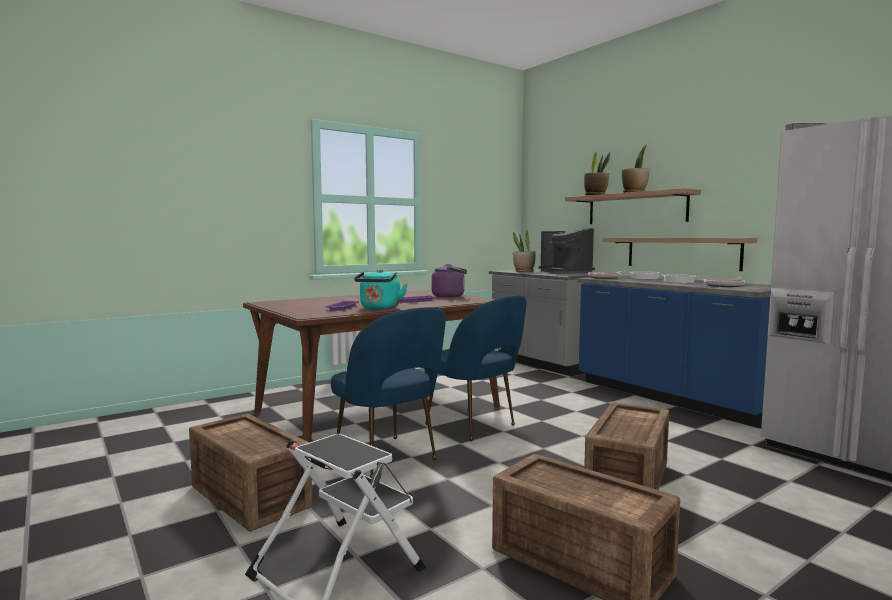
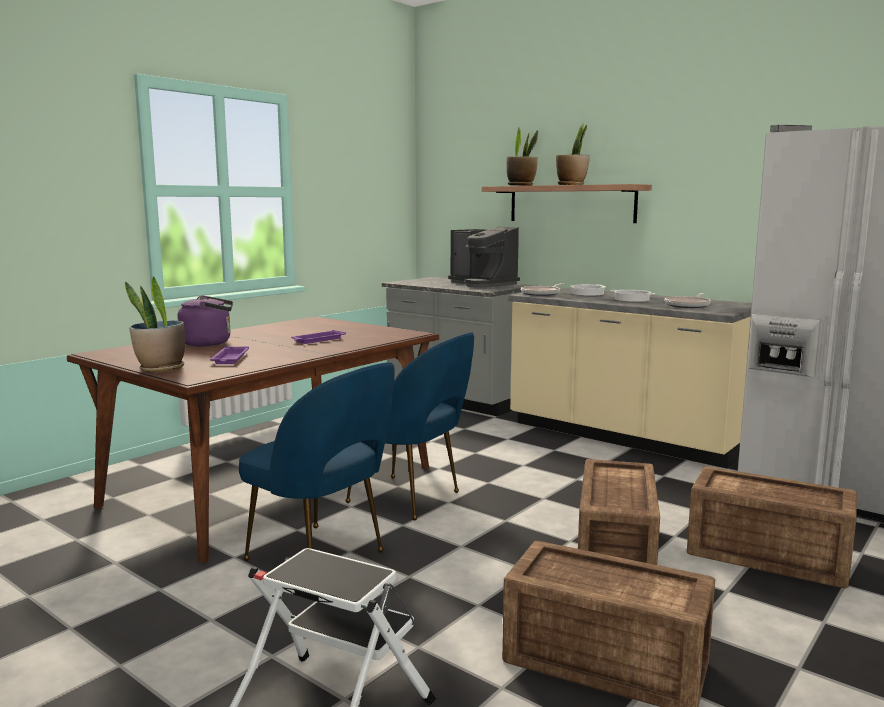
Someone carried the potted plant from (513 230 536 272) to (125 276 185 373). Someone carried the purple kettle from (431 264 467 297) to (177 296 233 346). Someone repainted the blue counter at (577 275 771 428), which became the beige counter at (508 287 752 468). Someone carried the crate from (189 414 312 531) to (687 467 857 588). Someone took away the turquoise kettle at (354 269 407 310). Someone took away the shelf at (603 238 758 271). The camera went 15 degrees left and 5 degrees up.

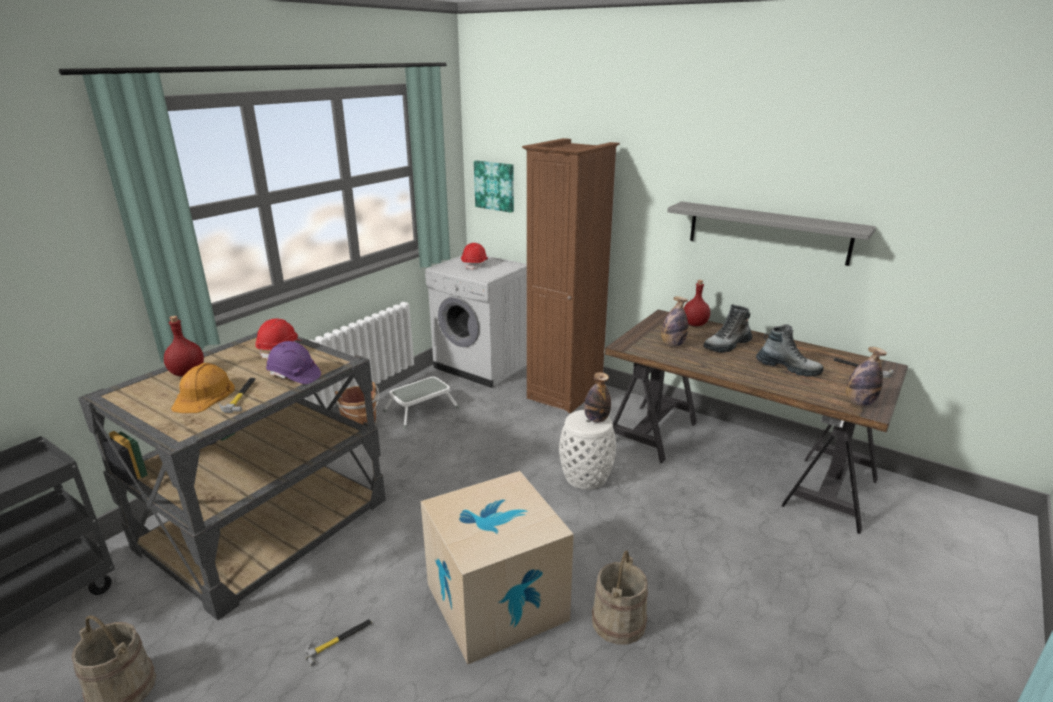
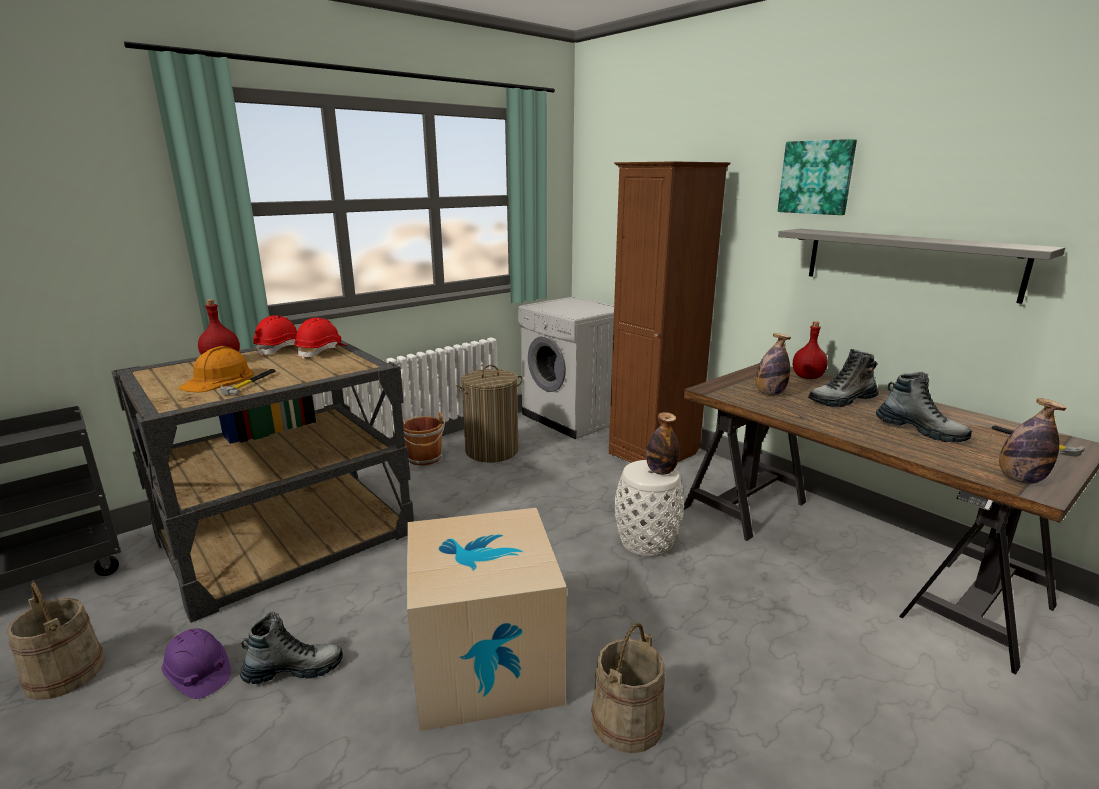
Someone carried the purple hard hat from (266 341 321 384) to (161 628 231 699). Someone swapped the hammer at (304 619 372 666) for the boot at (240 612 343 684). Someone carried the red hard hat from (461 243 488 270) to (253 315 297 356). Someone swapped the grey step ladder at (383 377 460 429) for the laundry basket at (456 365 523 462). Someone carried the picture from (474 160 514 213) to (778 139 857 215). The camera went 15 degrees right and 5 degrees down.

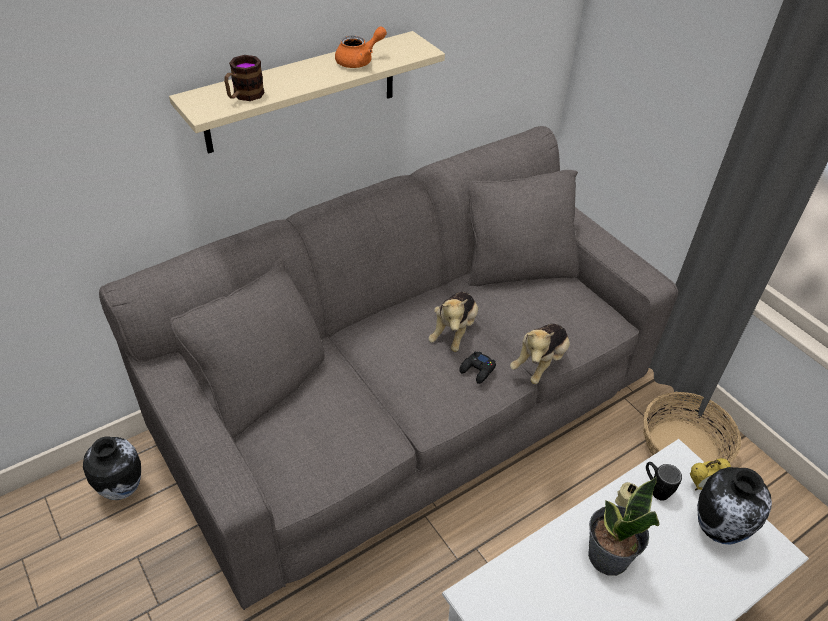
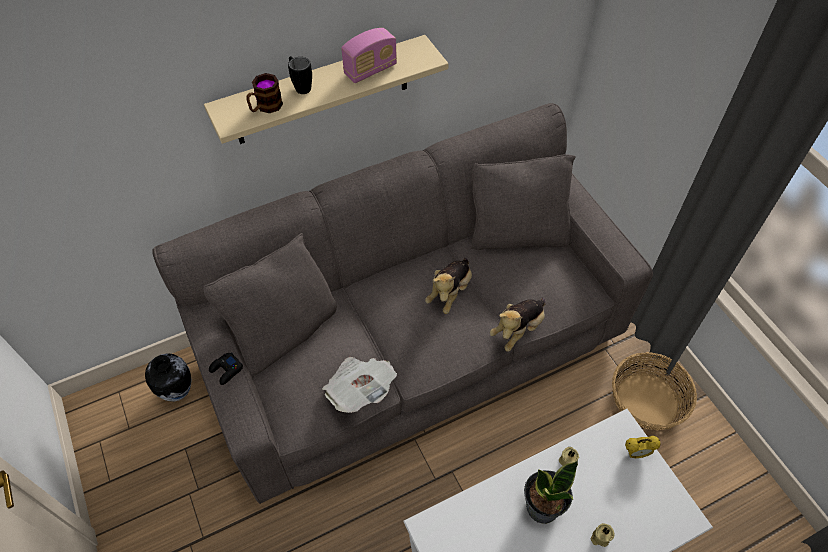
Someone carried the black game controller from (459 351 496 384) to (209 352 243 385). Someone carried the black mug from (646 462 682 501) to (288 56 312 94). Someone put down the newspaper at (322 357 397 413). Someone swapped the orange teapot at (335 26 387 68) for the radio at (341 28 397 83). Someone put down the beige candle at (591 523 614 547). Someone took away the vase at (697 467 772 544). The camera went 10 degrees right and 10 degrees up.

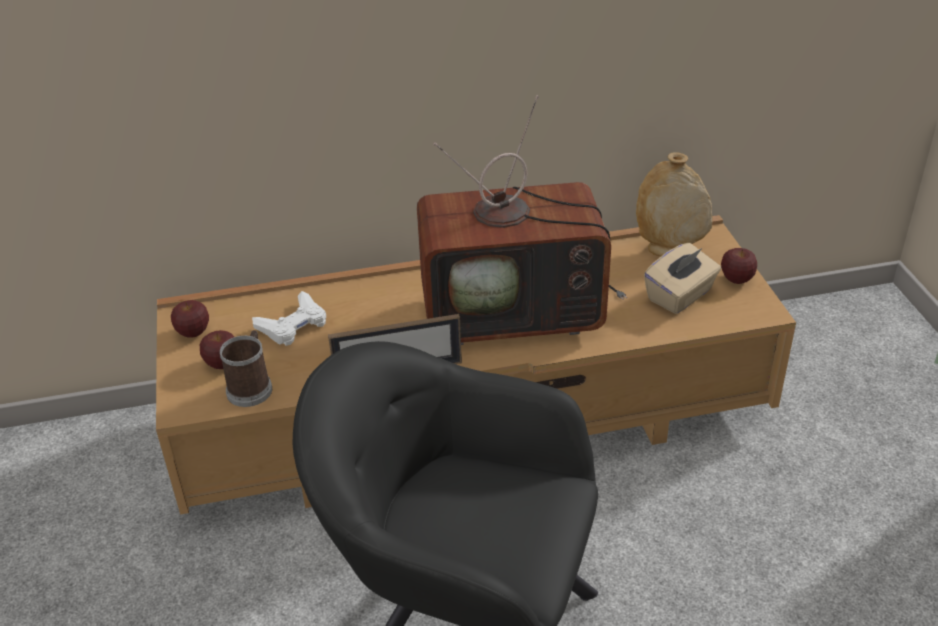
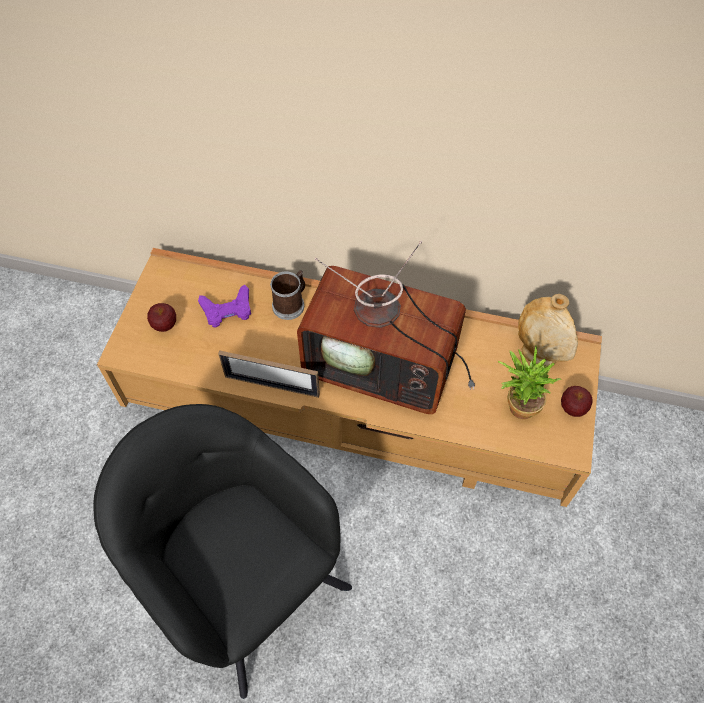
Someone repainted the white game controller at (252 291 326 346), which became the purple game controller at (198 284 251 328). Someone carried the mug from (220 330 272 407) to (270 270 305 320). Someone swapped the beige tissue box at (644 243 721 314) for the potted plant at (498 346 561 419). Someone took away the apple at (171 300 209 338). The camera went 25 degrees right and 20 degrees up.

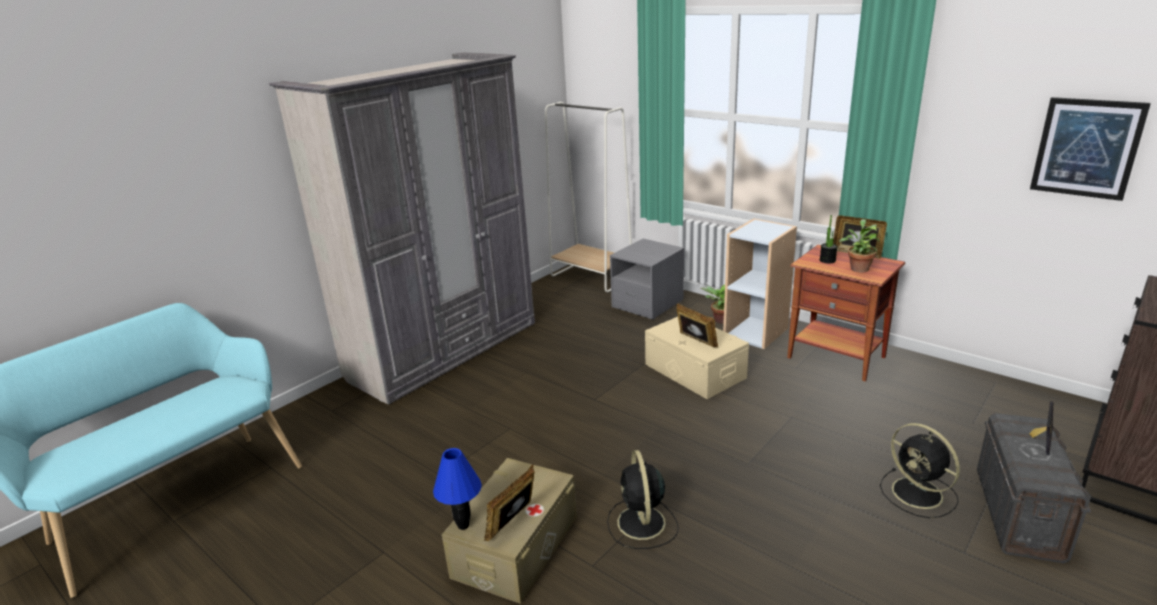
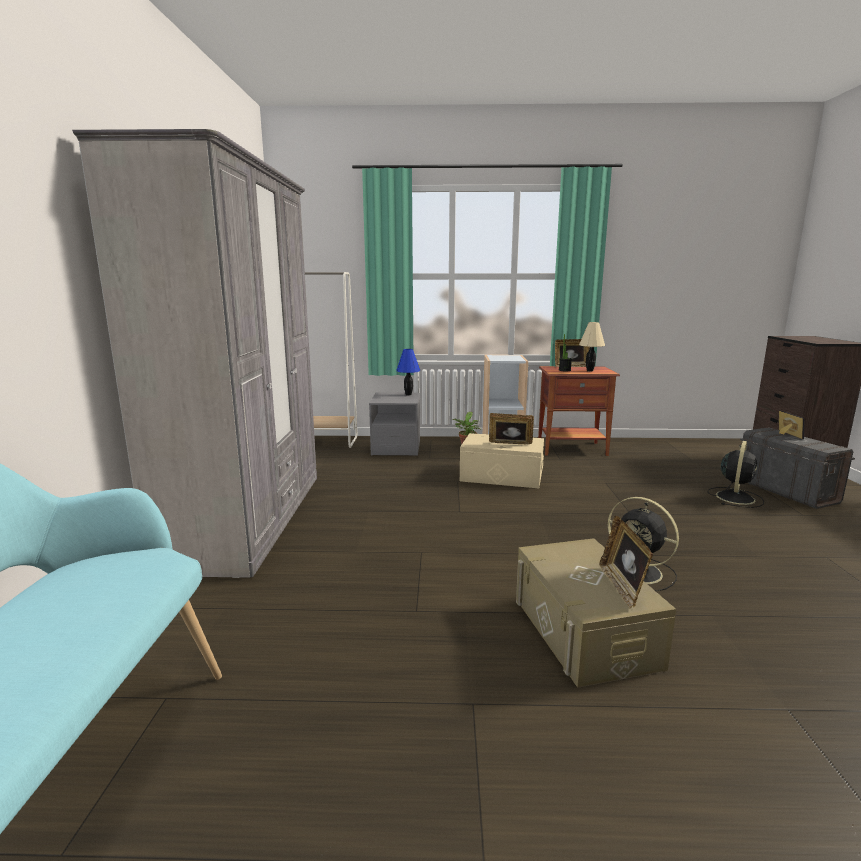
Someone carried the blue table lamp from (433 448 482 530) to (396 349 420 396). Someone swapped the potted plant at (839 219 880 272) for the beige table lamp at (579 322 605 371). Someone rotated the black fan at (880 423 960 518) by 75 degrees counterclockwise. Someone took away the picture at (1030 97 1151 201). The camera went 40 degrees left and 10 degrees down.

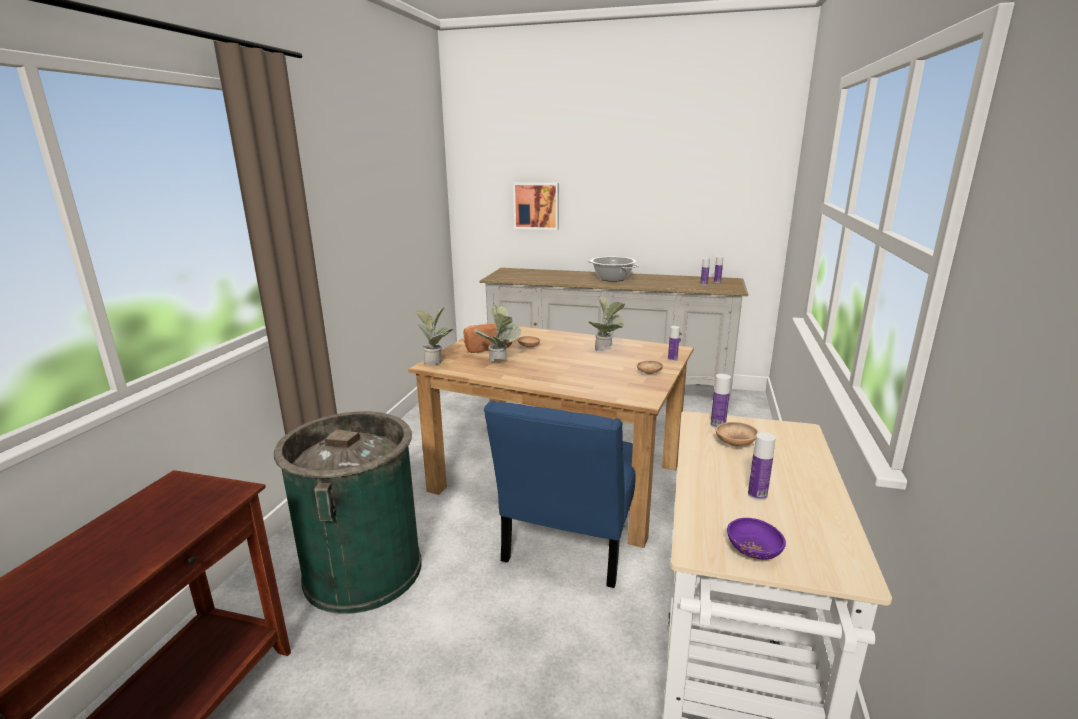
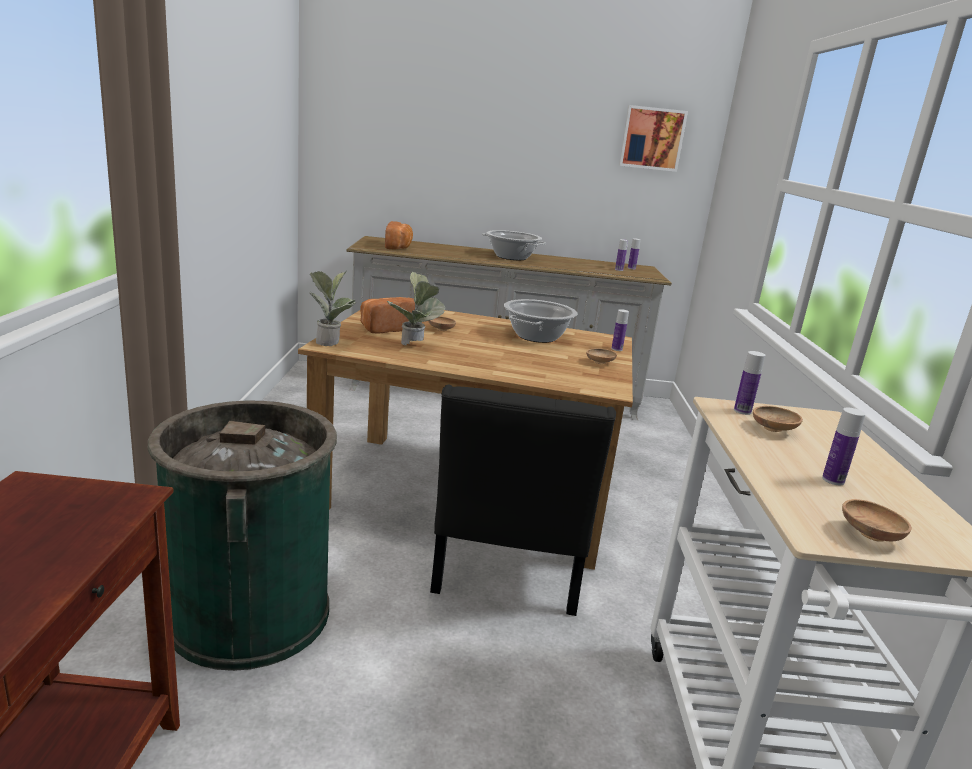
Someone put down the bread at (385 221 413 249). Someone repainted the blue chair at (484 400 636 588), which became the black chair at (430 385 616 616). Someone swapped the potted plant at (588 296 625 351) for the cooking pot at (504 299 578 343). Someone carried the picture from (513 183 559 230) to (619 105 688 172). Someone repainted the purple bowl at (727 518 786 560), which became the brown bowl at (842 499 912 542). The camera went 15 degrees left and 0 degrees up.

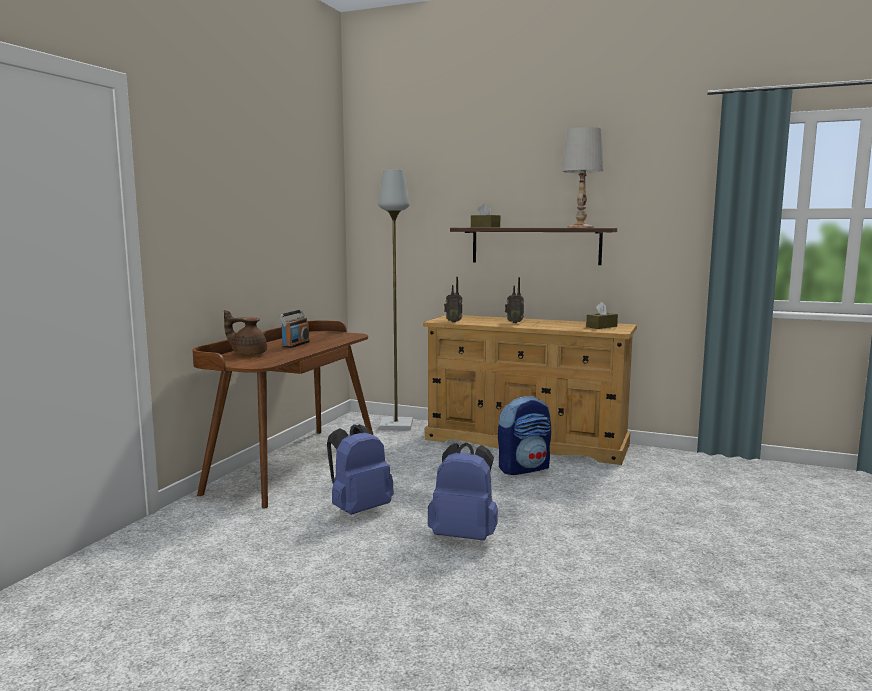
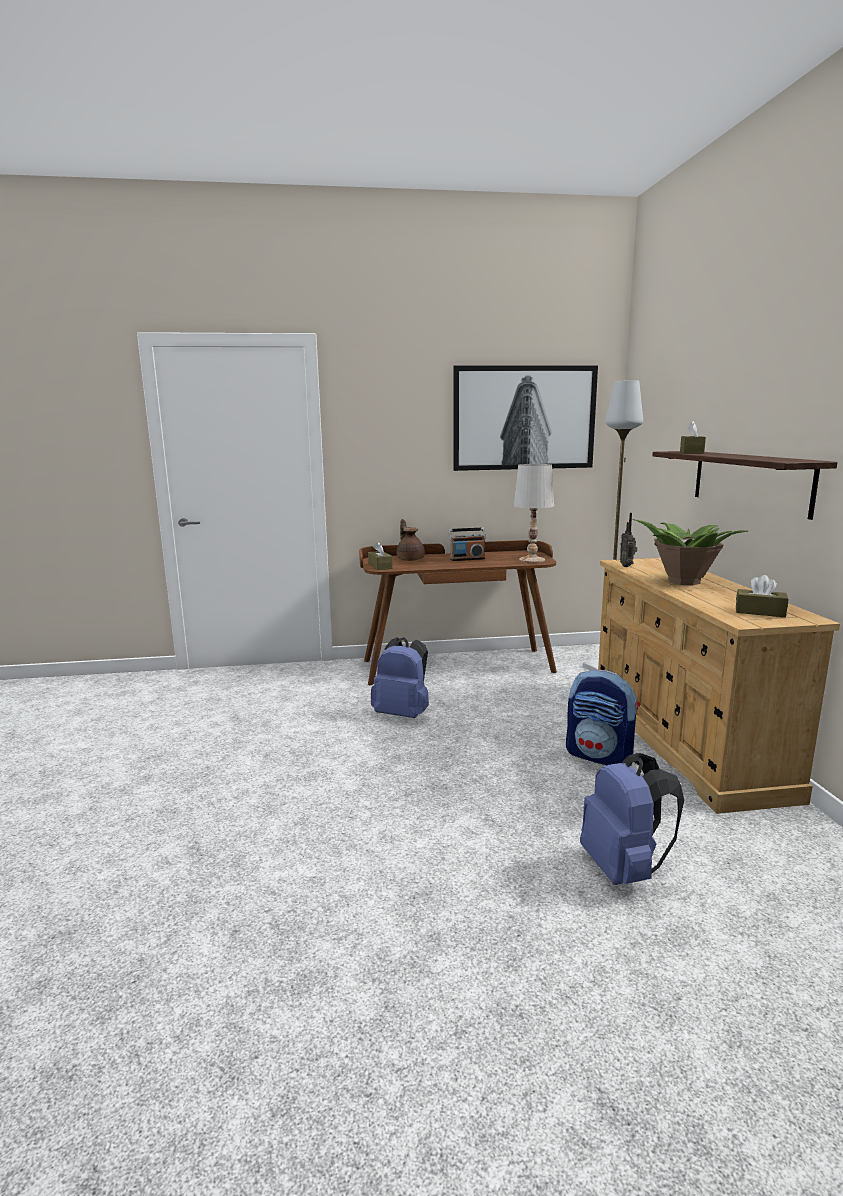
Someone put down the brown tissue box at (368 542 392 570). Someone put up the picture at (453 365 598 471). Someone carried the white table lamp from (562 127 603 228) to (513 464 554 563). Someone carried the blue backpack from (428 443 498 541) to (580 753 684 885). Someone swapped the radio at (505 277 524 323) for the potted plant at (632 519 748 585). The camera went 60 degrees right and 5 degrees up.

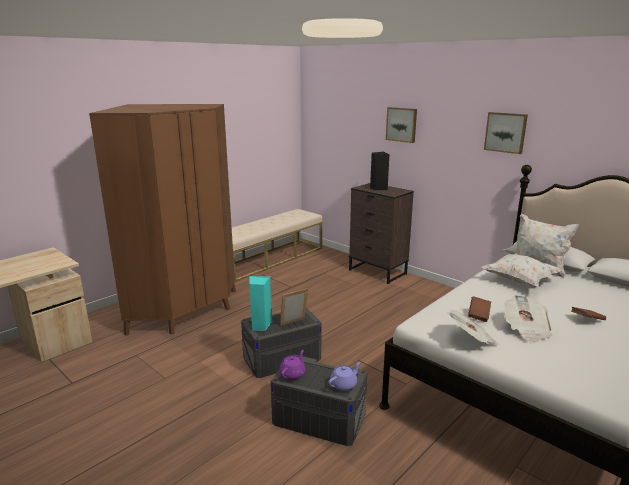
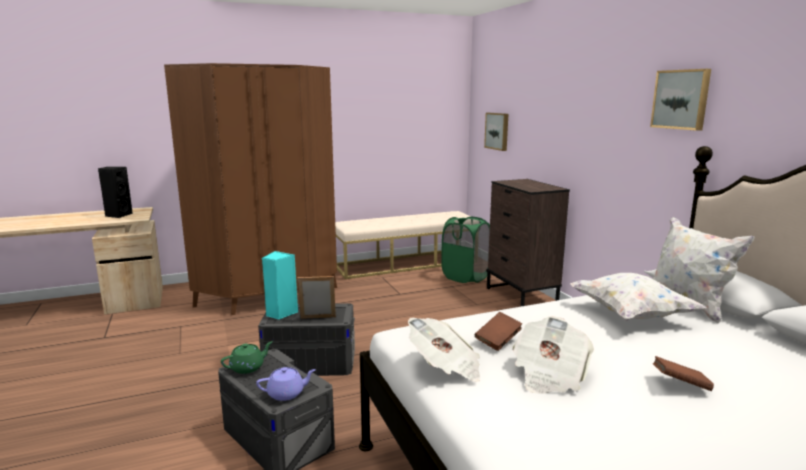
Someone carried the black speaker from (370 152 389 190) to (98 167 133 218). Someone repainted the purple teapot at (279 350 306 380), which became the green teapot at (221 342 272 374). Someone put down the green laundry basket at (441 216 490 283). Someone carried the picture from (386 107 417 143) to (484 113 508 151). The camera went 25 degrees right and 5 degrees down.

